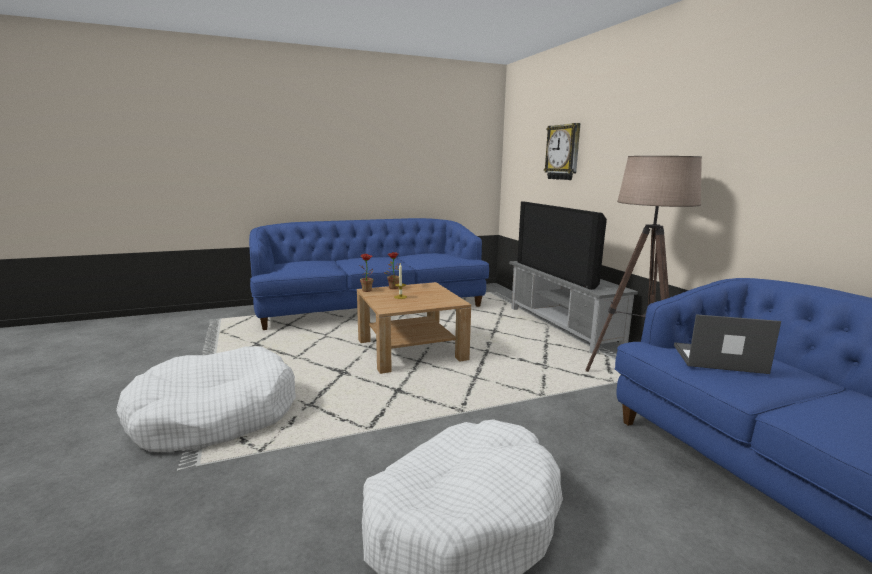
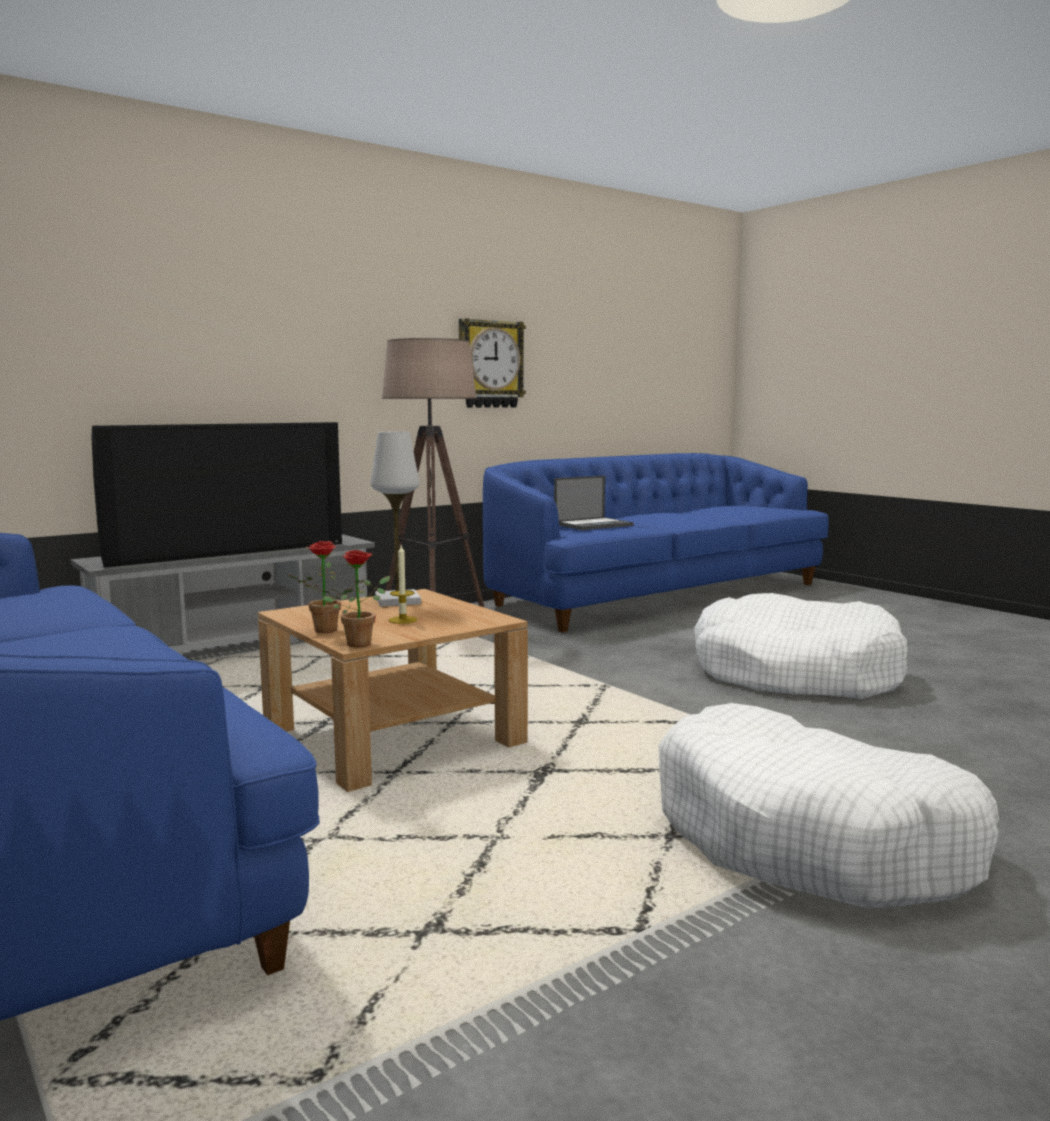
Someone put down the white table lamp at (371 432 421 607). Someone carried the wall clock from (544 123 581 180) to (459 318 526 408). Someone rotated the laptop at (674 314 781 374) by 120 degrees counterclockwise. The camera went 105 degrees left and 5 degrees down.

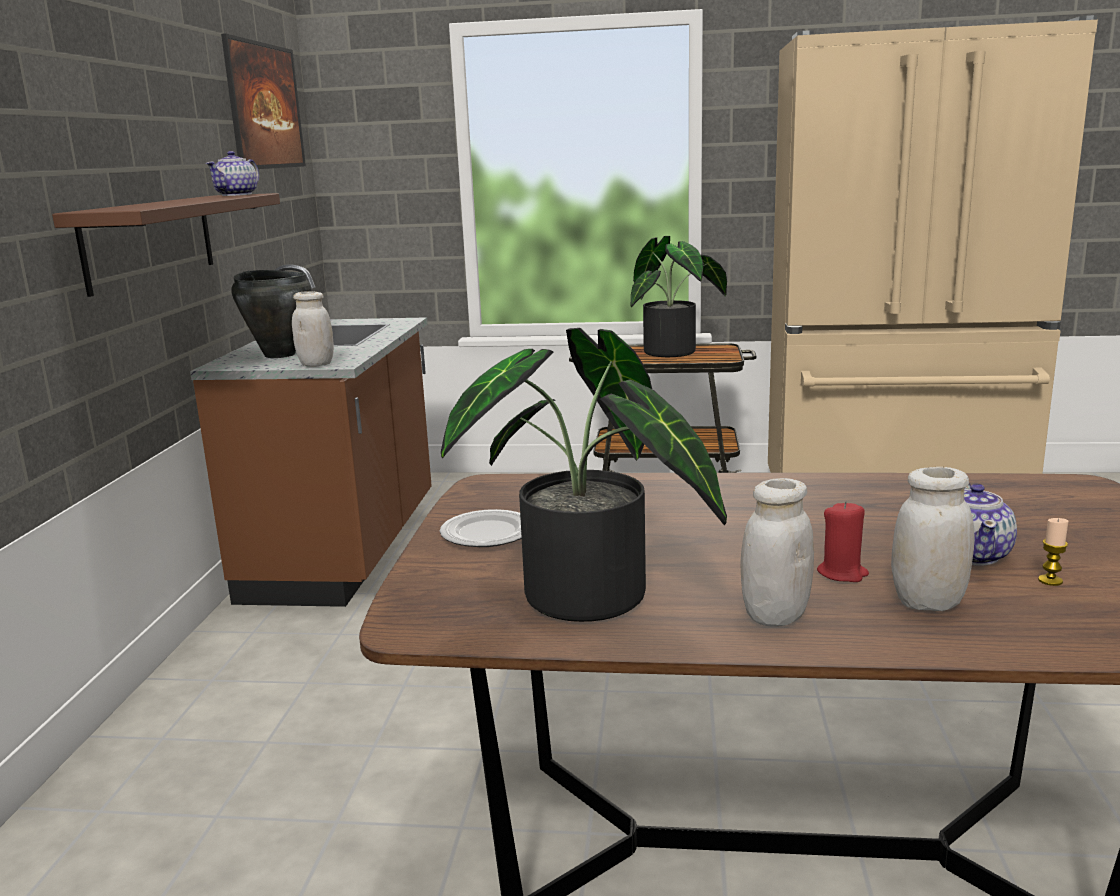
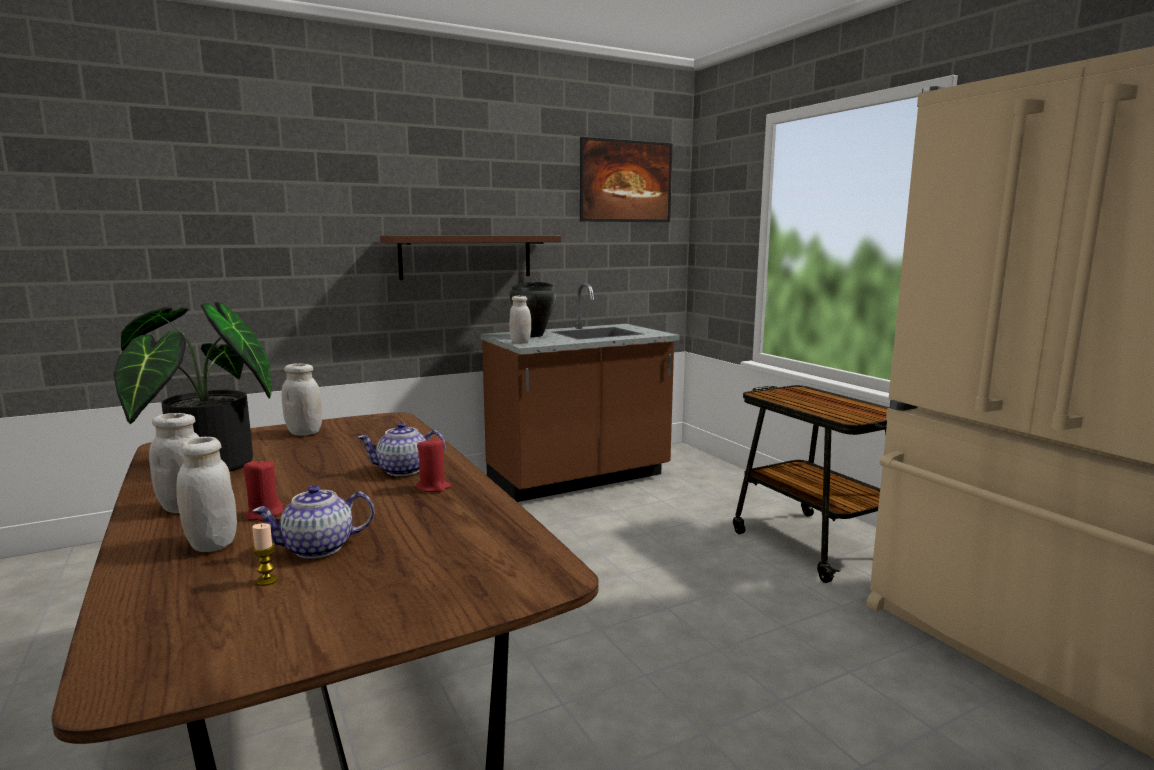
Someone swapped the plate at (440 509 522 547) for the white jar at (282 363 322 436). Someone carried the teapot from (206 151 259 196) to (357 422 445 476). Someone put down the red candle at (416 437 451 492). Someone took away the potted plant at (630 236 727 357). The camera went 55 degrees right and 5 degrees down.

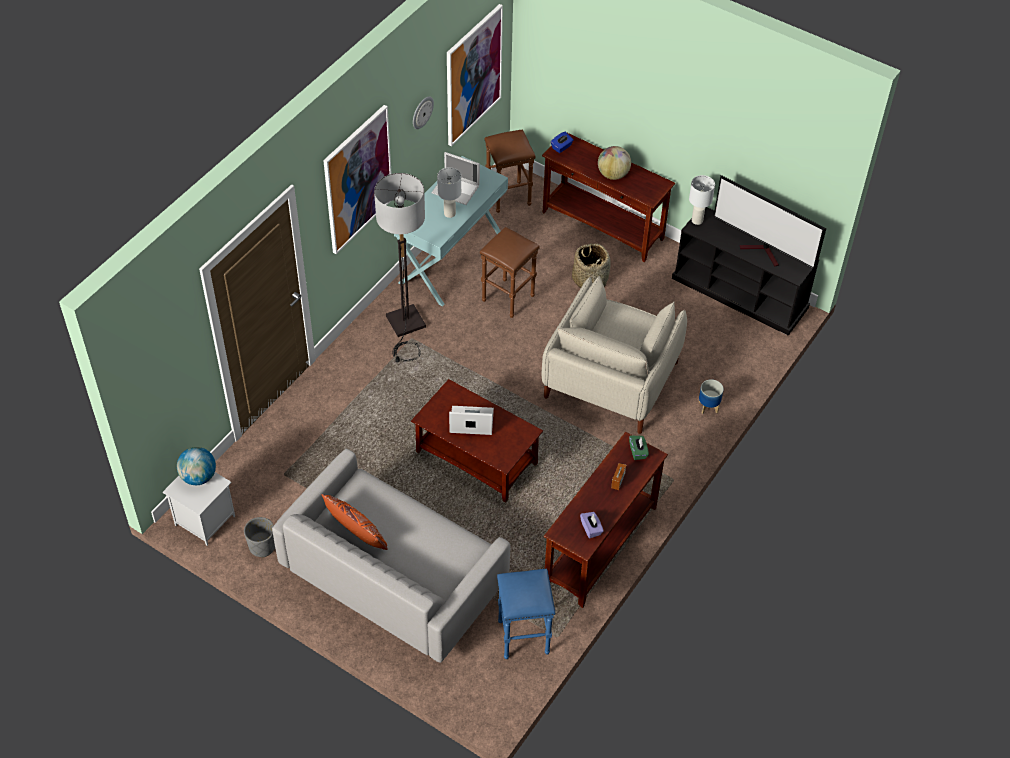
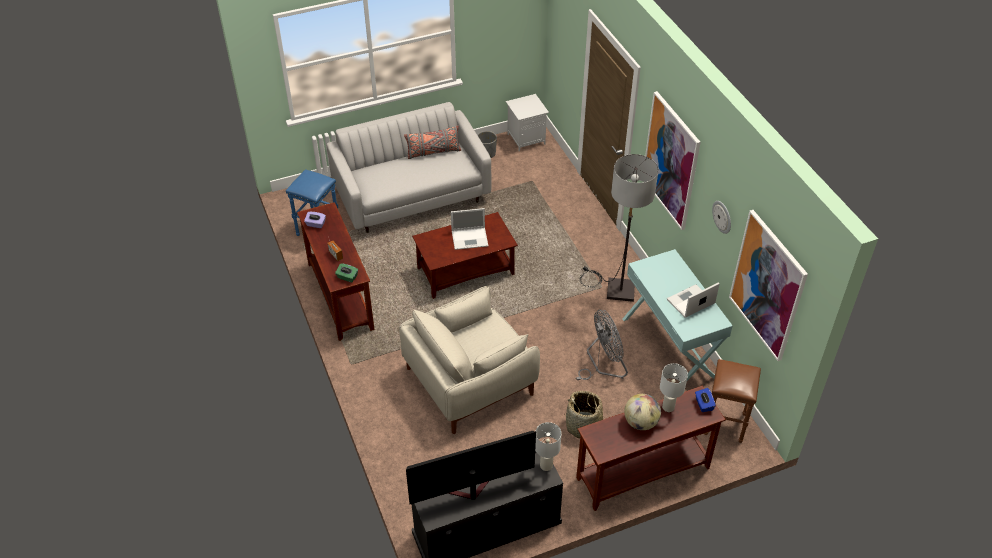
Someone rotated the beige armchair at (542 276 687 434) by 90 degrees counterclockwise. Someone repainted the orange pillow at (321 494 388 550), which became the grey pillow at (404 125 461 159). Someone rotated the laptop at (449 406 494 435) by 45 degrees clockwise. Someone swapped the brown stool at (480 227 540 318) for the grey fan at (576 309 628 380). Someone carried the white table lamp from (437 167 461 218) to (660 363 688 412). Someone took away the globe at (177 447 216 485). Someone took away the planter at (699 379 724 414). The camera went 125 degrees right and 5 degrees down.

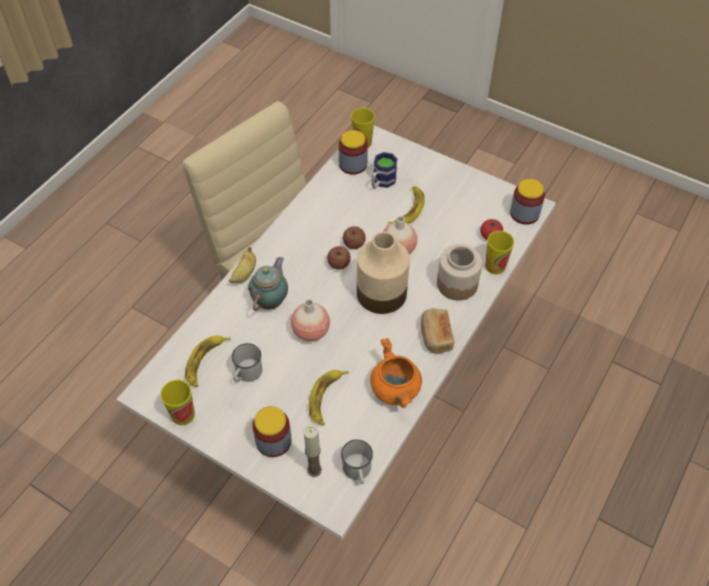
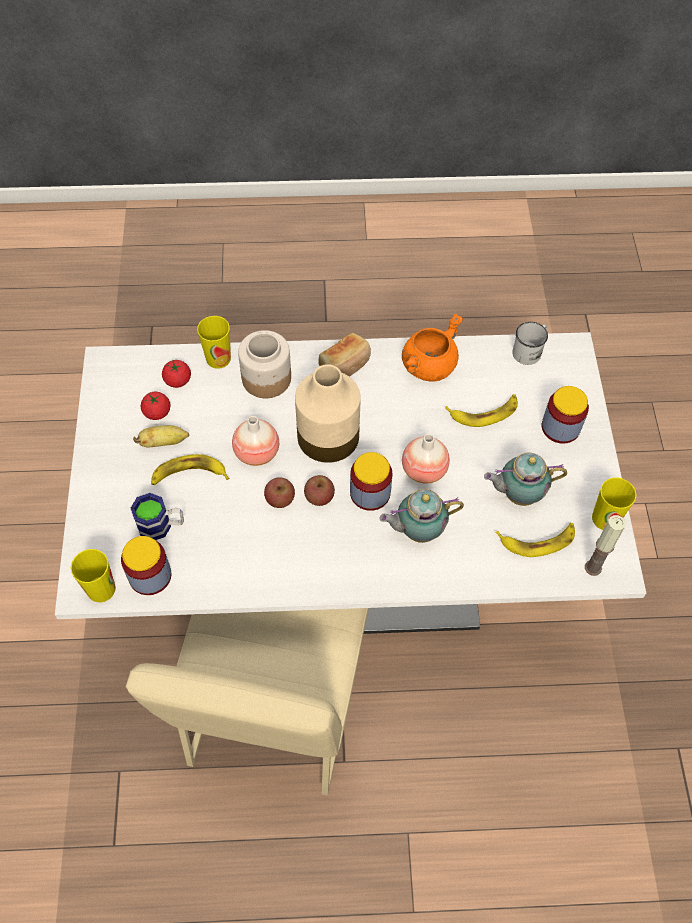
Someone carried the banana from (229 247 256 283) to (133 425 189 447). Someone put down the tomato at (141 392 170 420). Someone carried the jar from (510 179 545 225) to (350 452 392 511). Someone swapped the white mug at (232 343 262 382) for the teapot at (484 453 567 506). Someone carried the candle from (304 425 322 477) to (585 515 626 576). The camera went 125 degrees left and 5 degrees up.

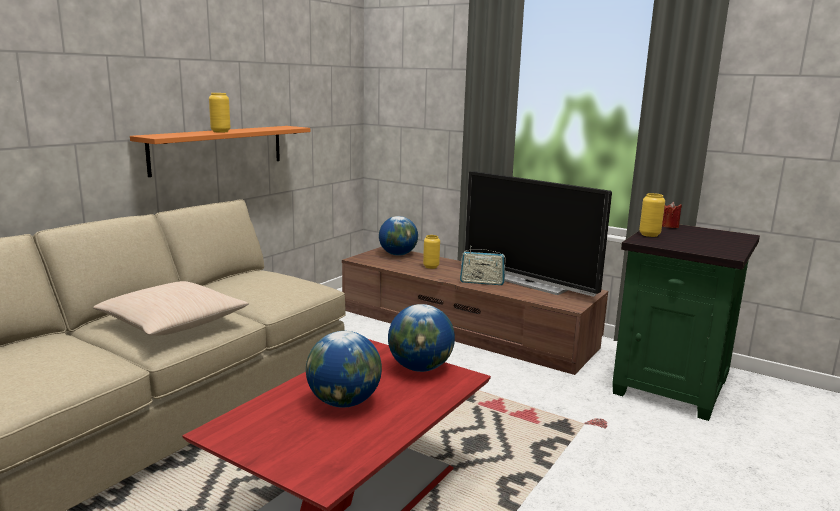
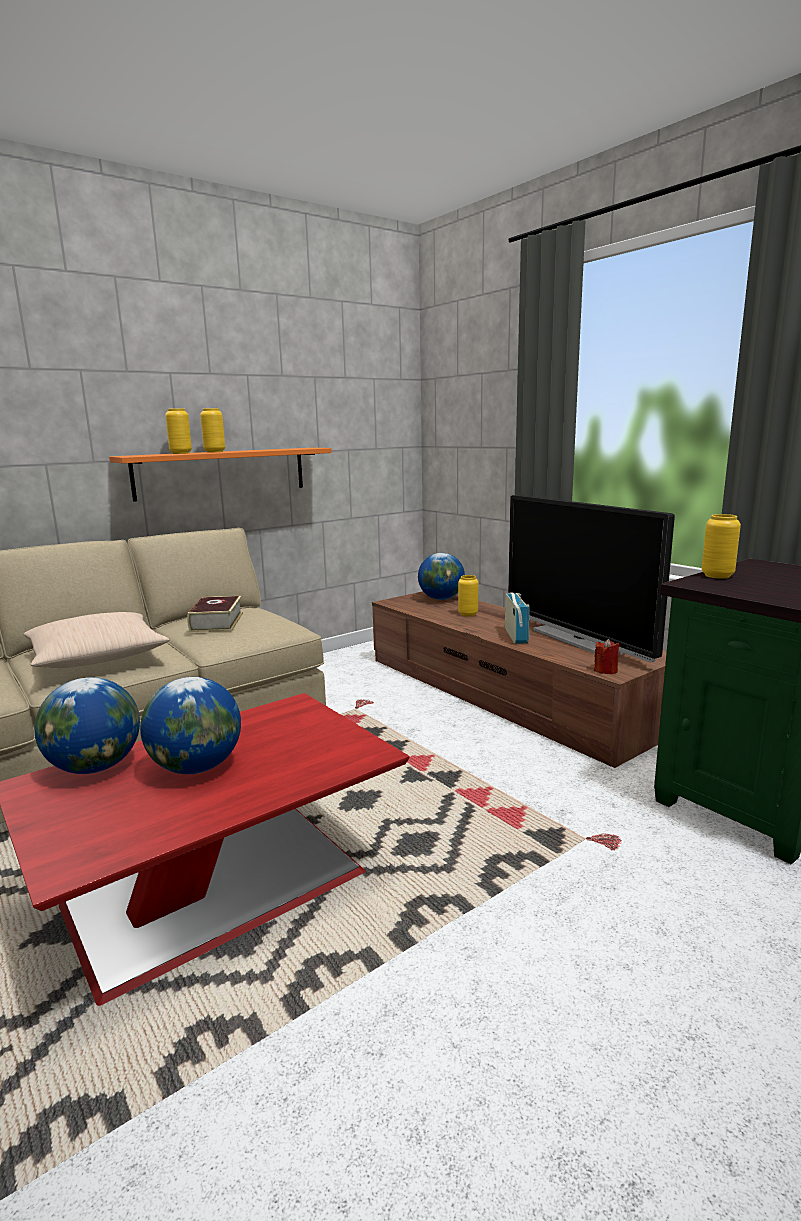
Someone carried the globe from (388 304 455 372) to (34 677 140 774). Someone put down the yellow vase at (165 408 192 454). Someone put down the book at (187 596 243 632). Someone rotated the radio at (460 246 506 285) by 120 degrees counterclockwise. Someone carried the red candle from (662 202 682 228) to (594 639 619 674). The camera went 20 degrees right and 0 degrees up.

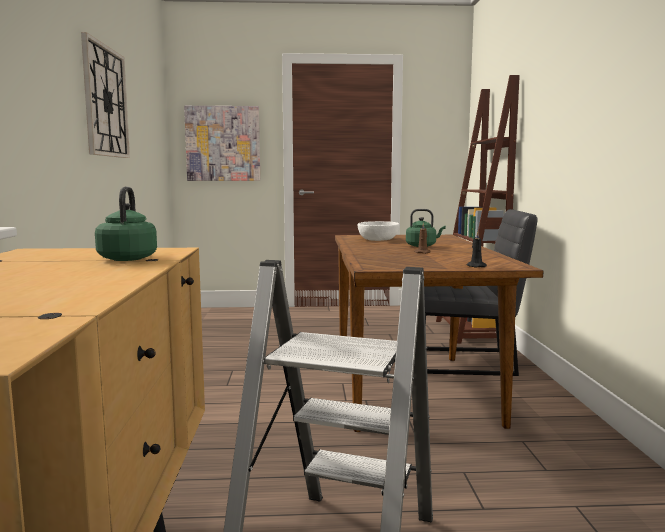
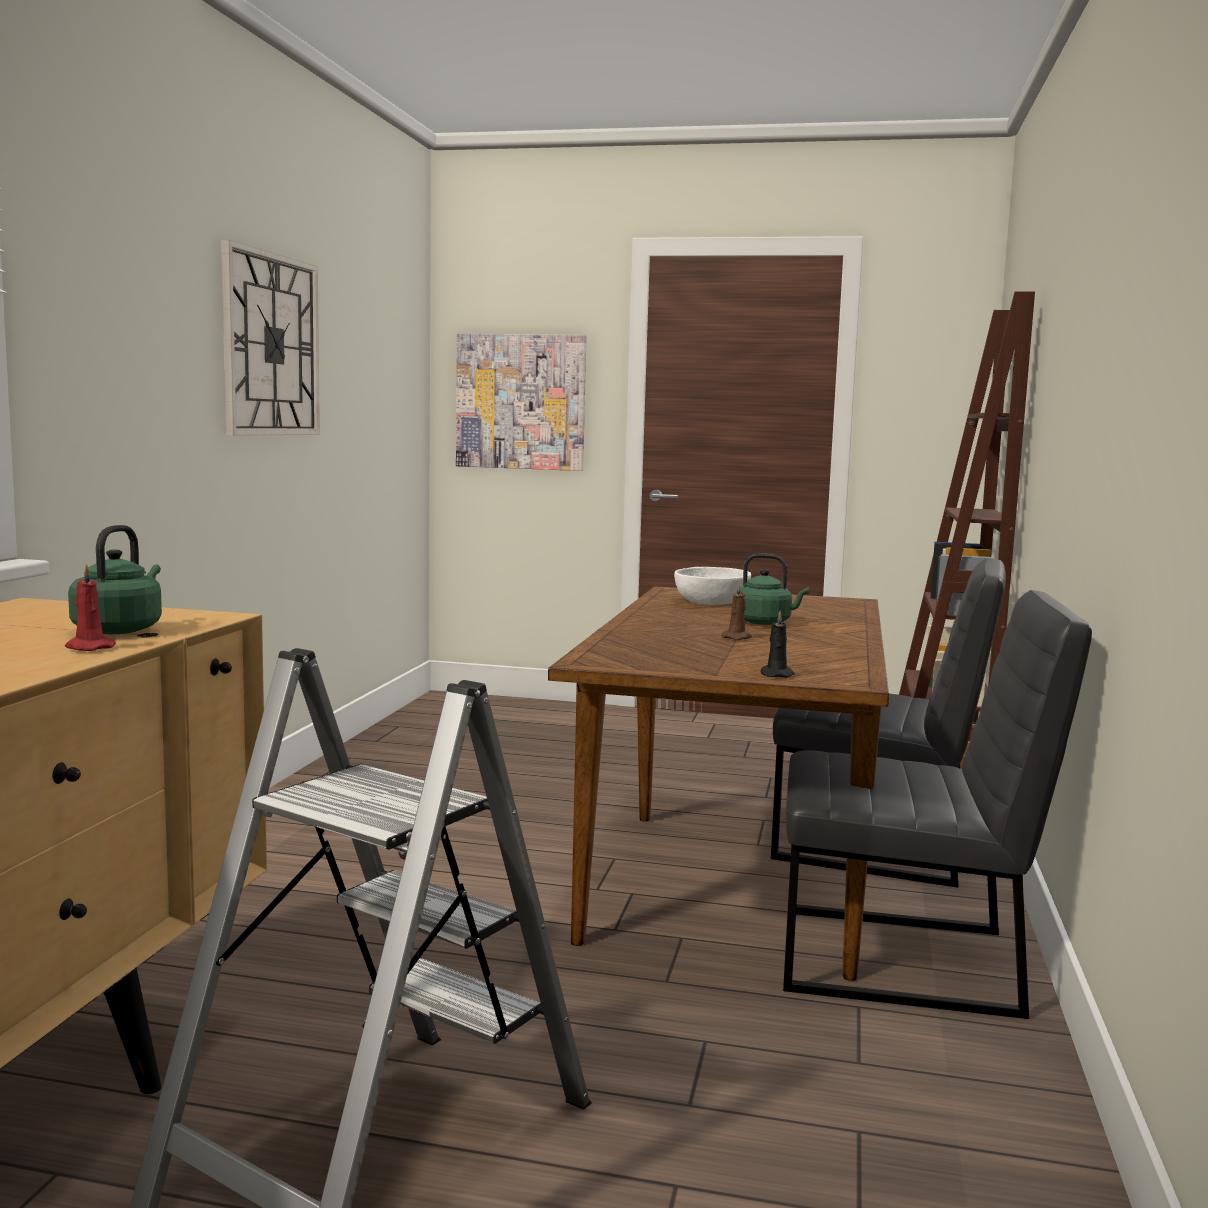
Someone put down the red candle at (65 564 116 651). Someone put down the grey chair at (783 590 1092 1019). The camera went 15 degrees right and 0 degrees up.

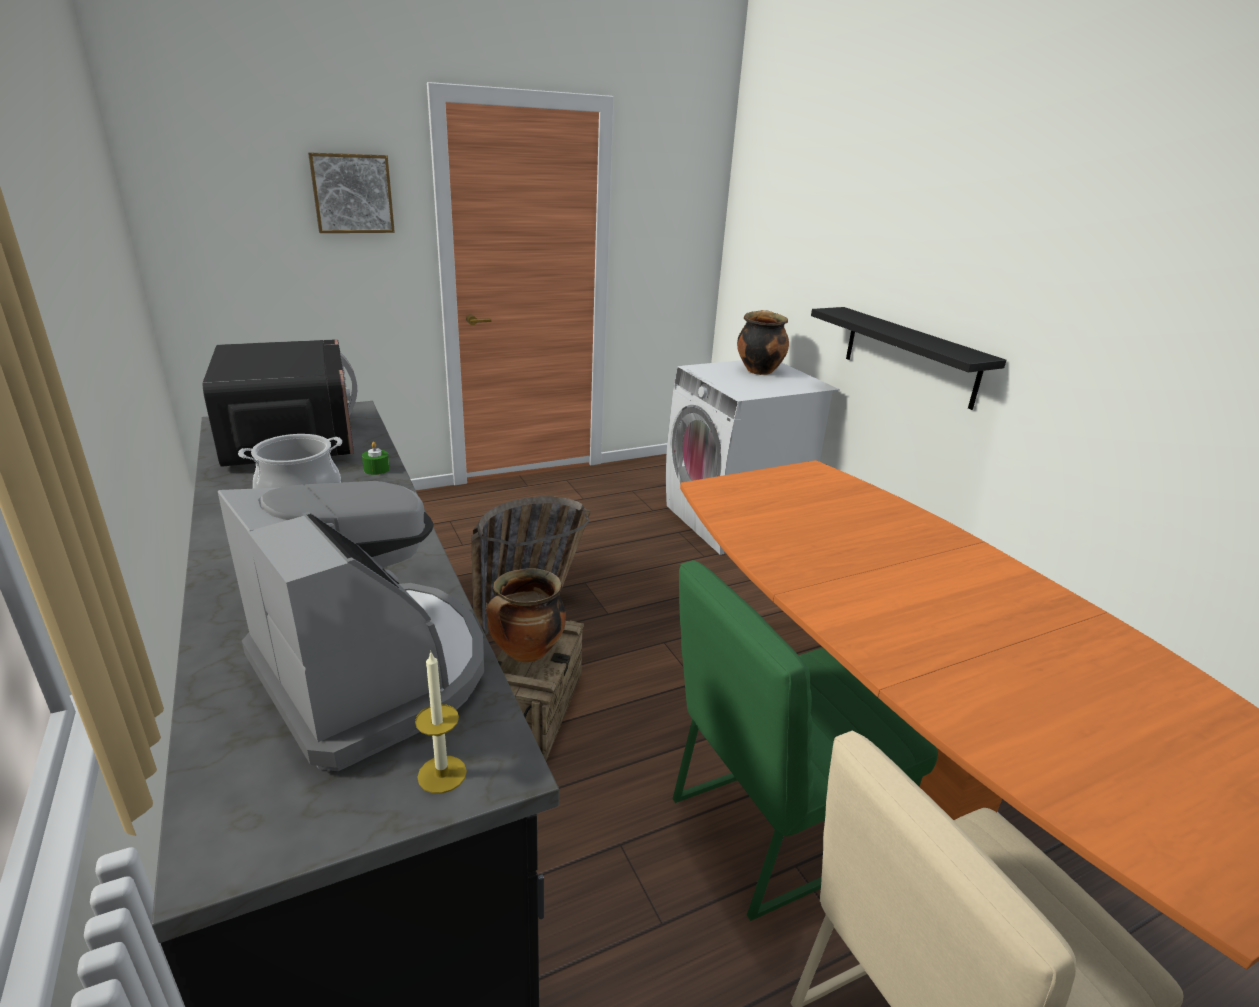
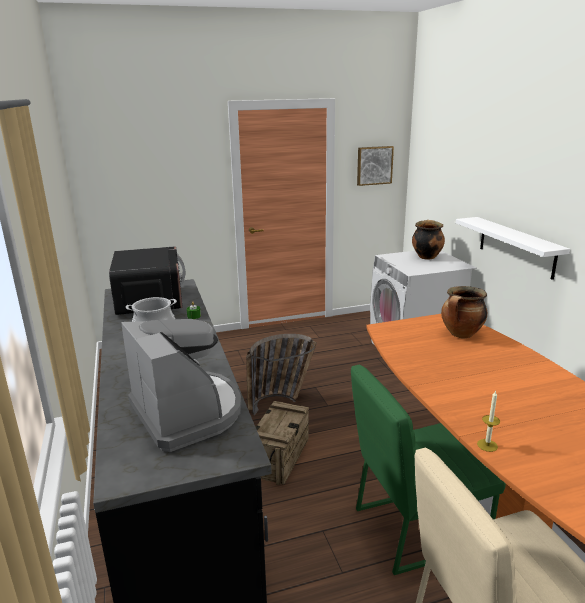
Someone carried the picture from (308 152 395 233) to (357 146 394 186). Someone carried the cooking pot from (486 568 566 663) to (441 286 487 338). Someone repainted the black shelf at (811 307 1006 410), which became the white shelf at (456 217 570 280). Someone carried the candle from (415 650 467 794) to (477 390 500 452). The camera went 10 degrees right and 5 degrees down.

